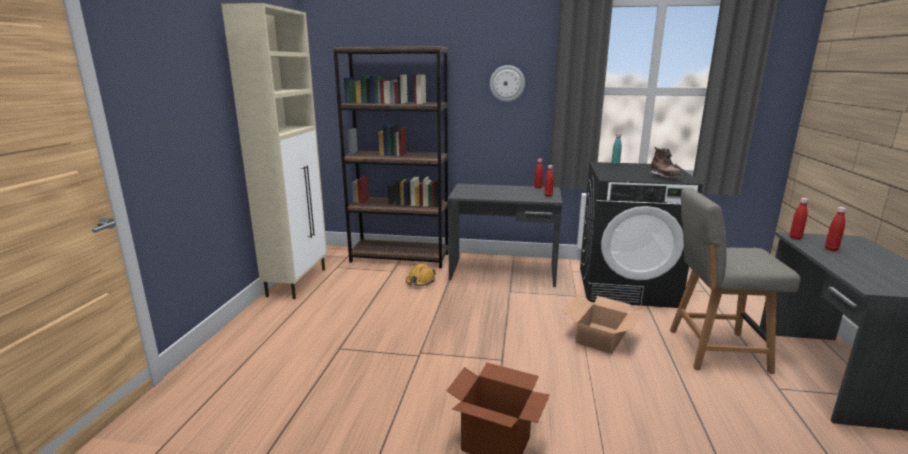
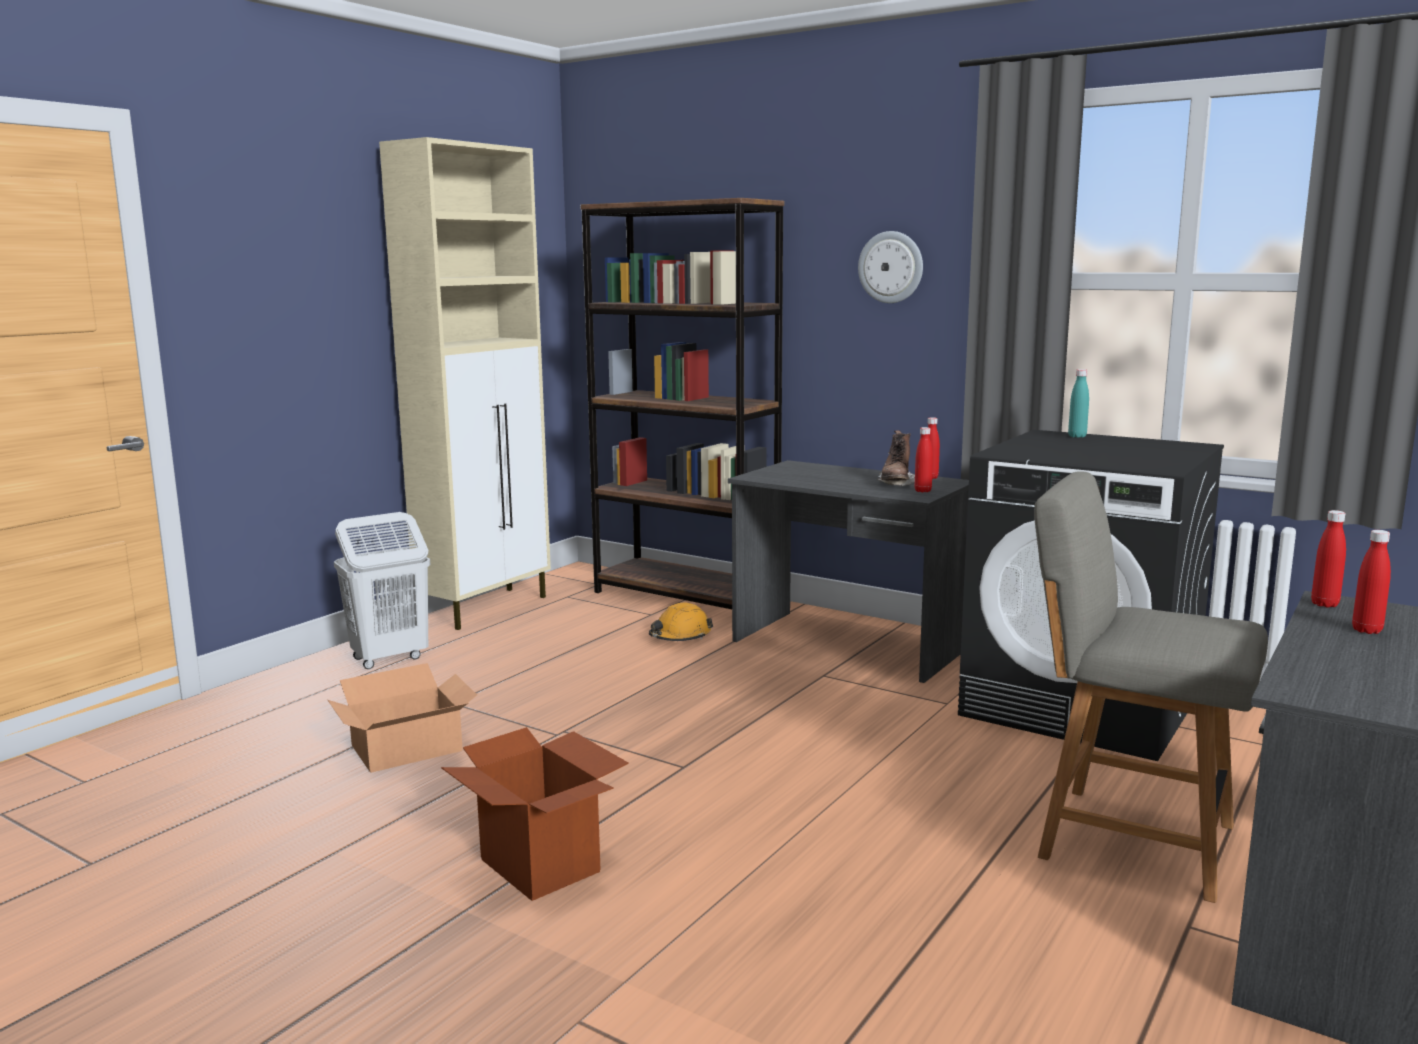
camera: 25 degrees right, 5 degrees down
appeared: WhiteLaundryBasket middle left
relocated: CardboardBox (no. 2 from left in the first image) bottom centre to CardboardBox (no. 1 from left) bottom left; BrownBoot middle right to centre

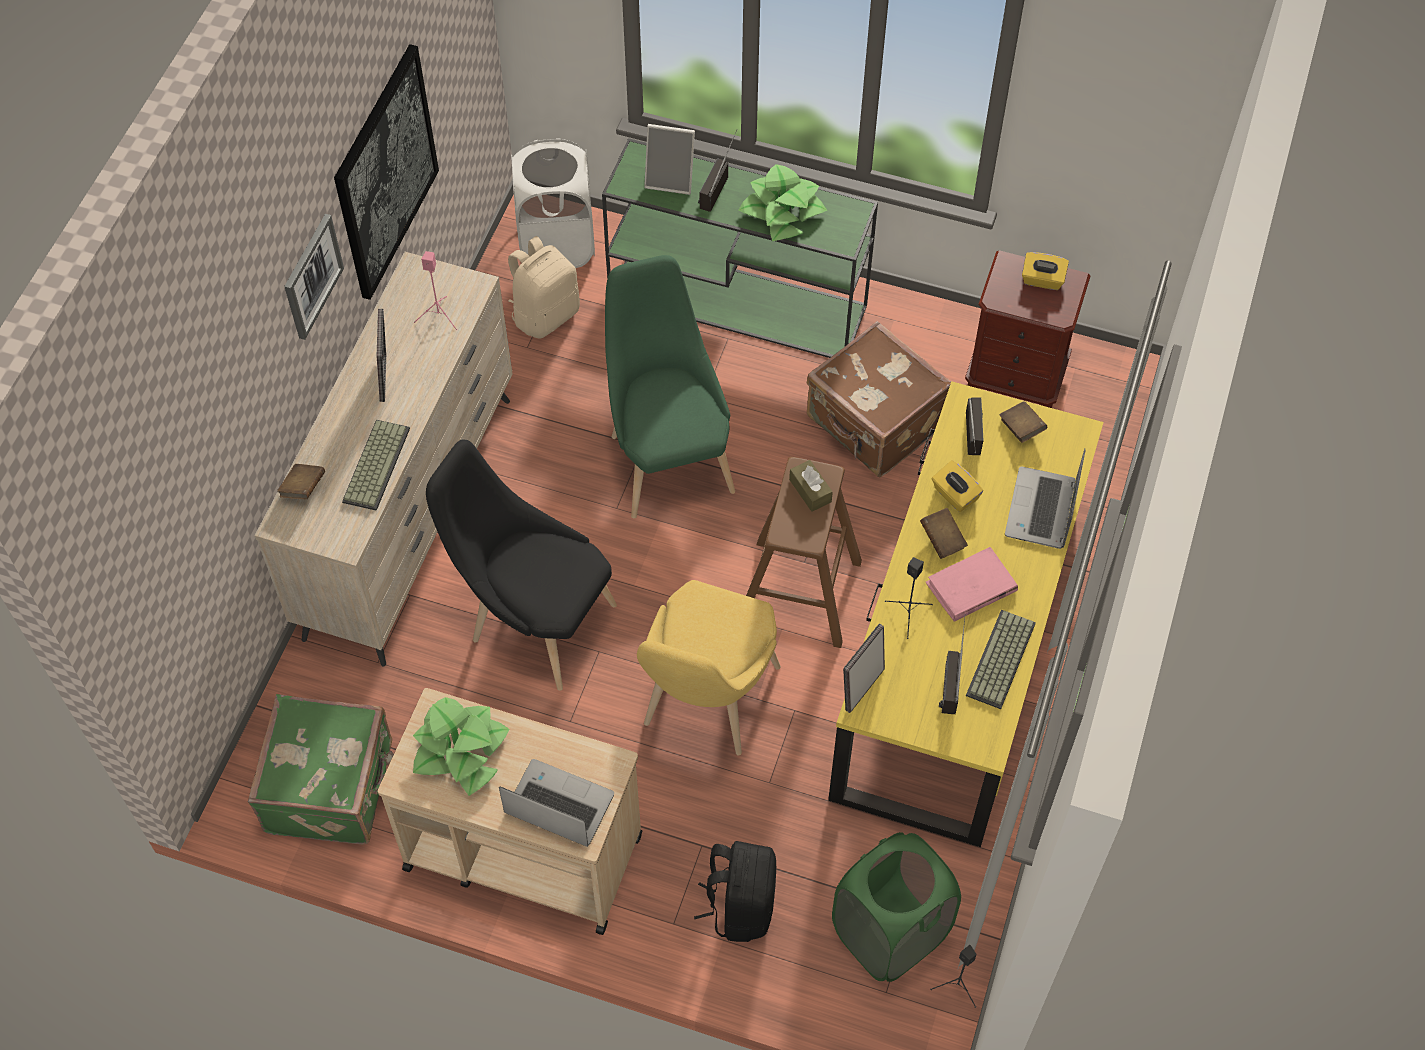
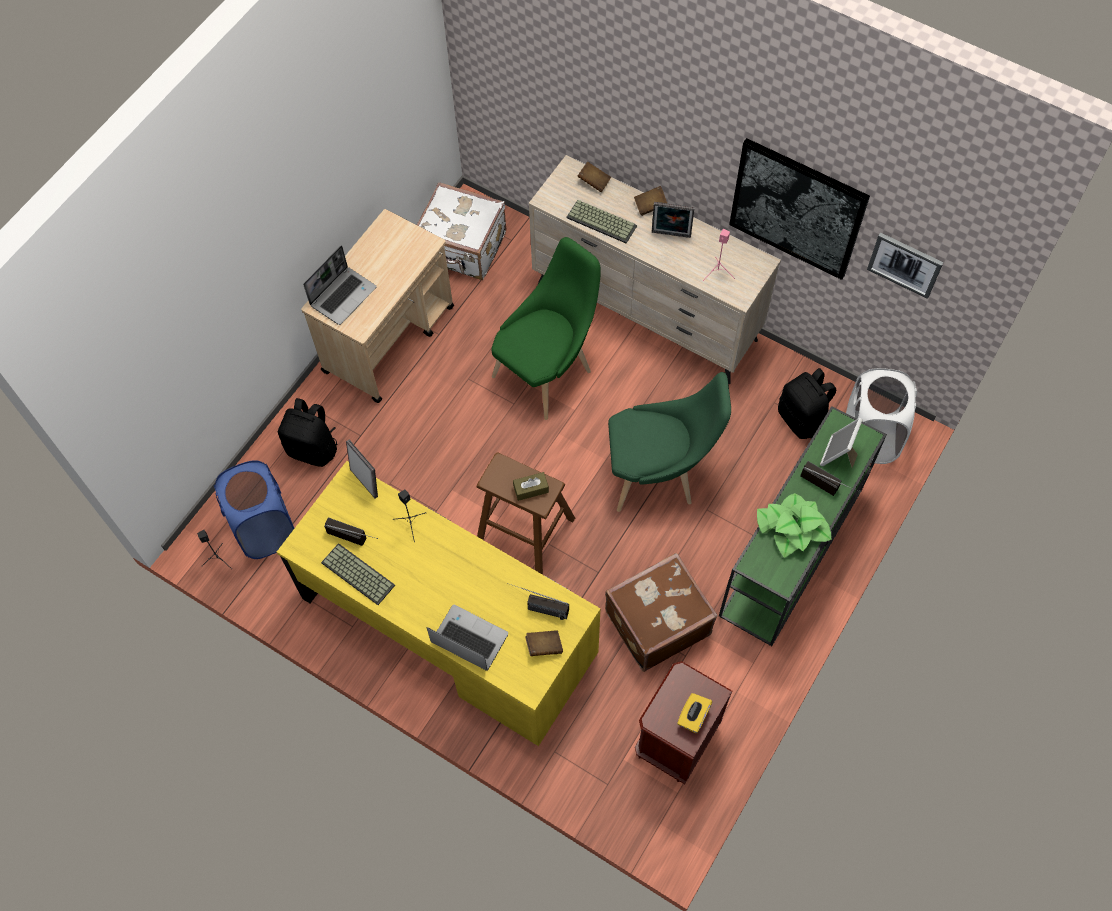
camera: 105 degrees right, 5 degrees up
missing: PottedPlant (no. 1 from left) bottom left; YellowChair centre; PinkBook middle right; YellowTissueBox (no. 1 from left) middle right
relocated: Picture (no. 1 from left in the first image) top left to Picture (no. 2 from left) top right; BrownBook (no. 2 from left in the first image) centre to BrownBook (no. 3 from left) top centre
colour: GreenSuitcase bottom left to WhiteSuitcase top centre; BlackChair centre to GreenChair (no. 1 from left) centre; BeigeBackpack top centre to BlackBackpack (no. 2 from left) middle right; GreenLaundryBasket bottom centre to BlueLaundryBasket middle left

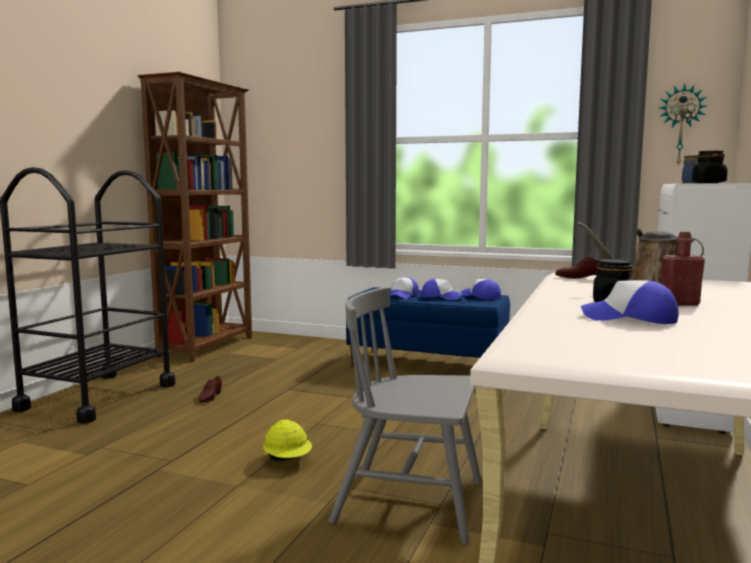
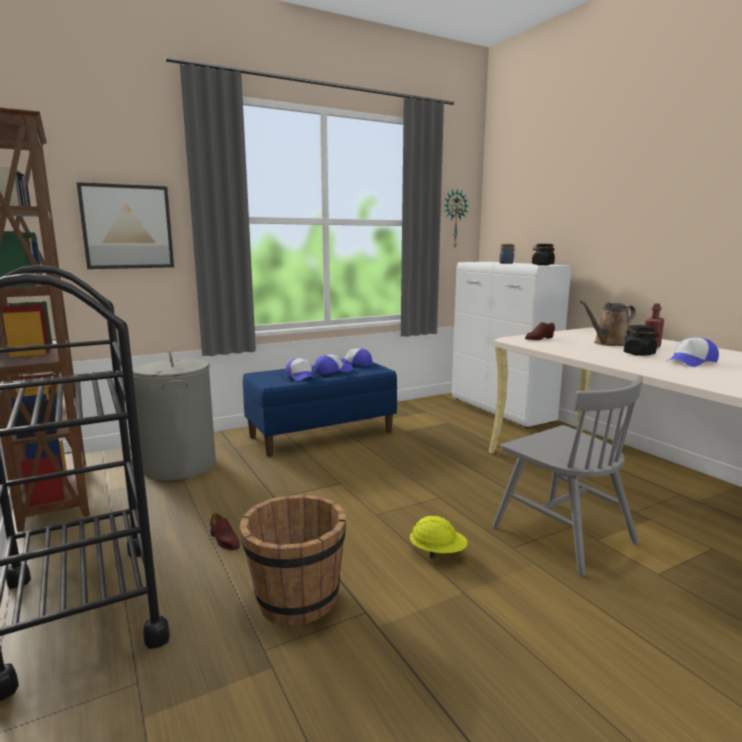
camera: 50 degrees left, 5 degrees up
appeared: Picture top left; GreyLaundryBasket middle left; BrownBucket bottom centre
spun: GreyChair bottom centre = middle right 90 degrees counterclockwise

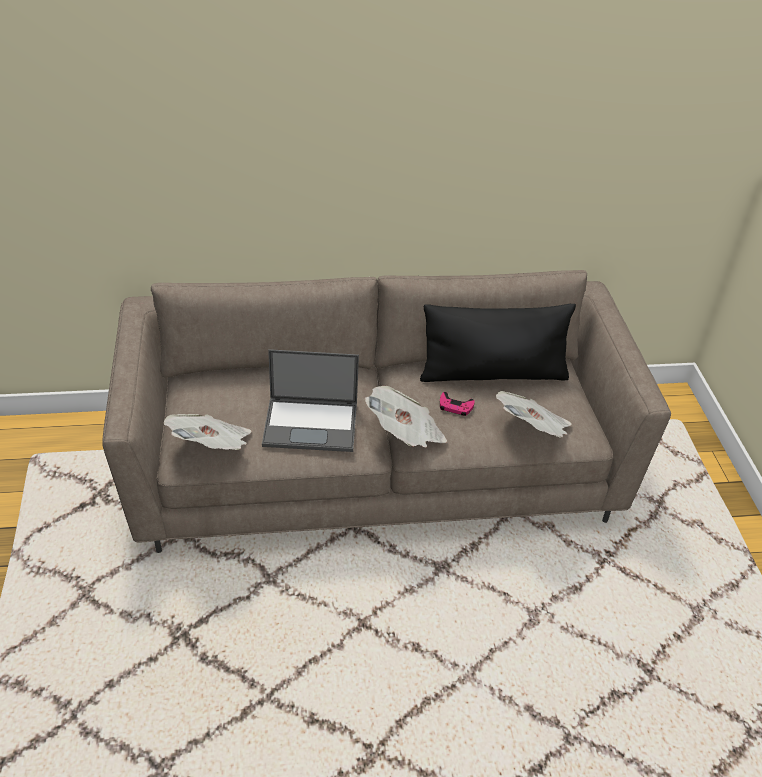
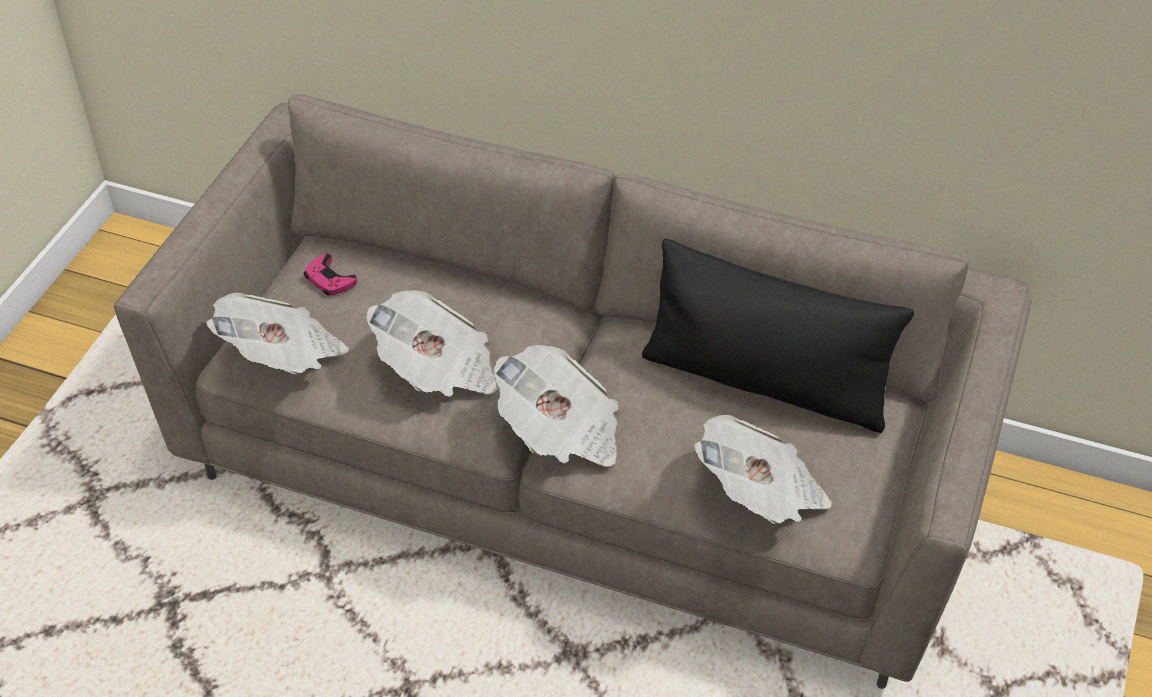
camera: 30 degrees right, 5 degrees up
relocated: PinkGameController centre to middle left
exchanged: Laptop centre to Newspaper (no. 2 from left) centre

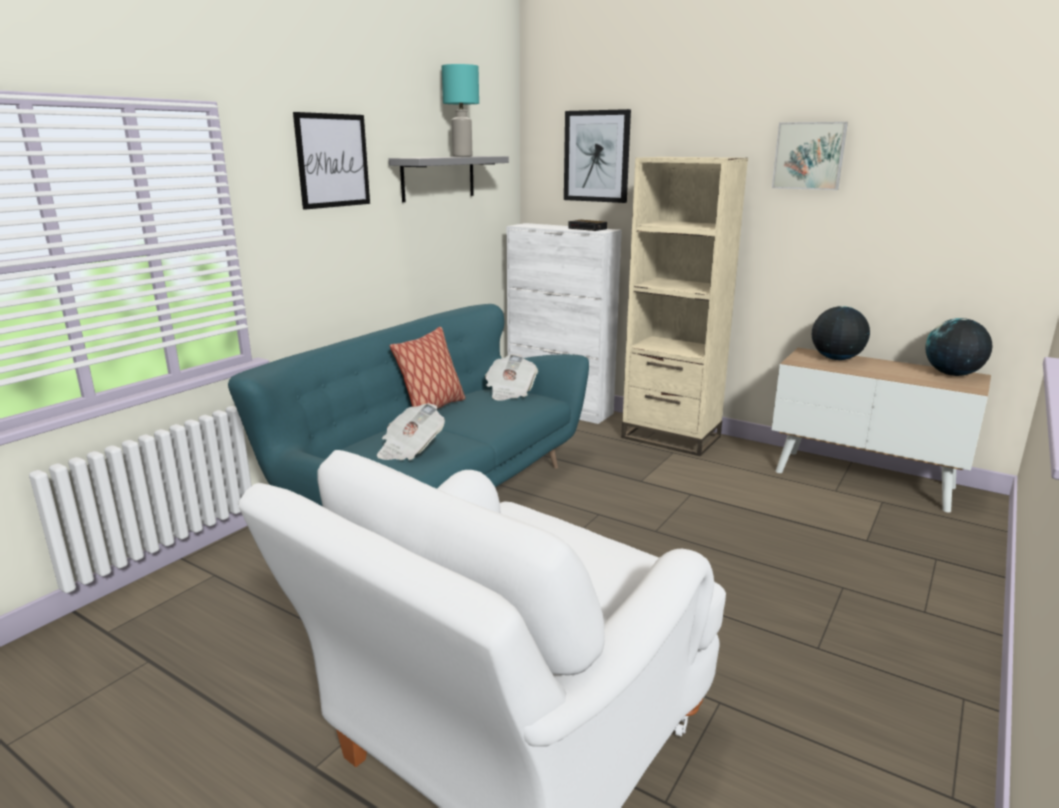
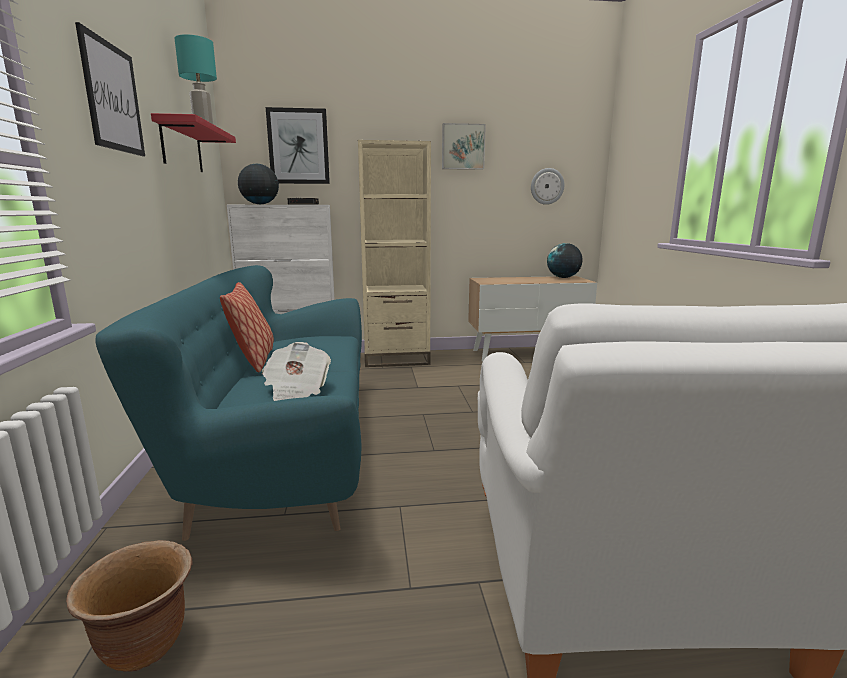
camera: 40 degrees left, 5 degrees down
missing: Newspaper (no. 2 from left) centre
appeared: BrownPlanter bottom left; WallClock top centre
relocated: Globe (no. 1 from left) middle right to top left
colour: GreyShelf top centre to RedShelf top left

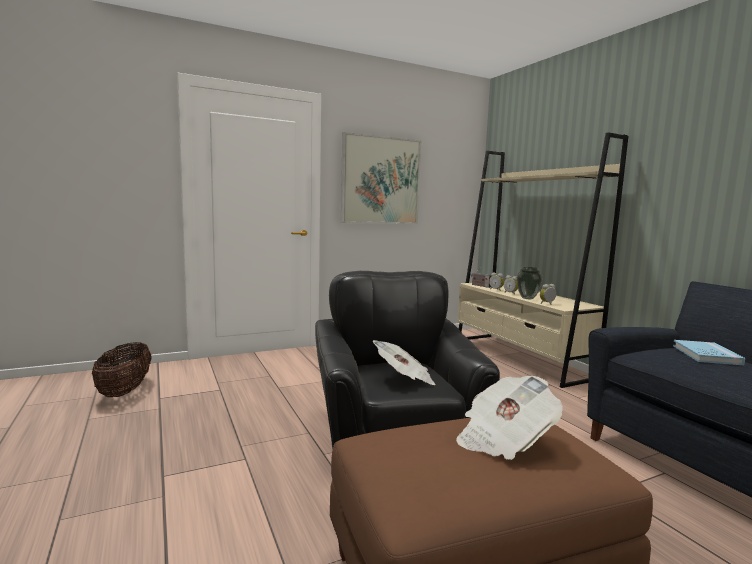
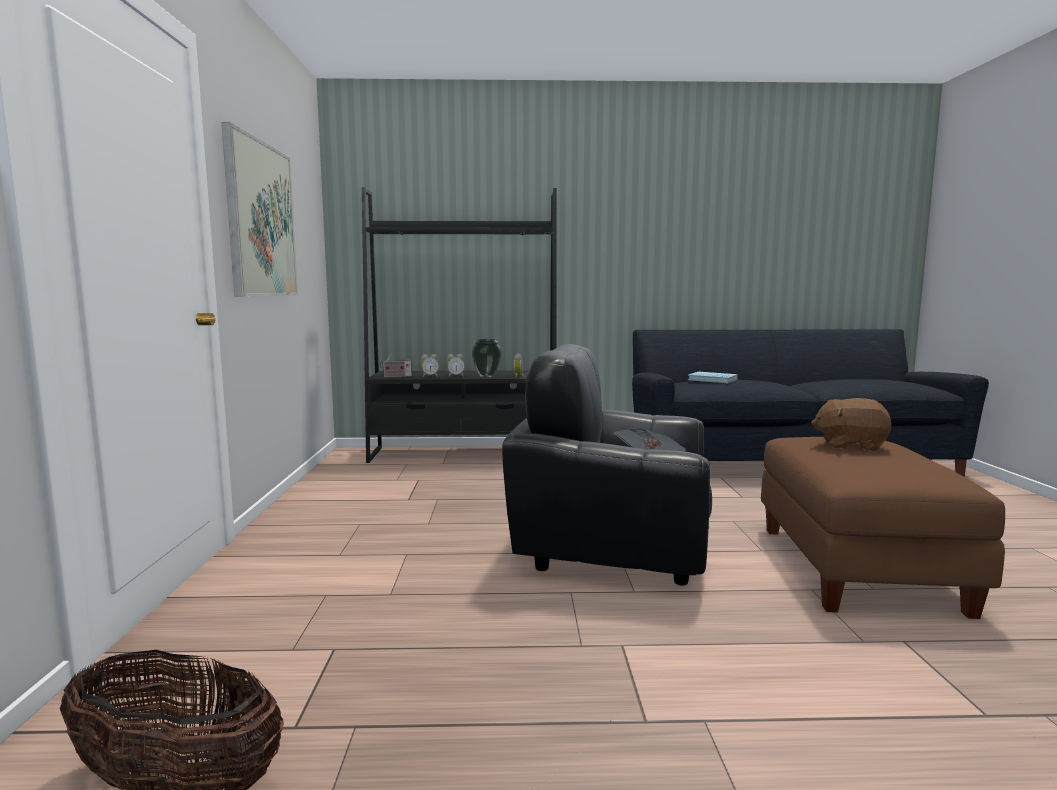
camera: 65 degrees left, 0 degrees up
exchanged: Newspaper (no. 2 from left) bottom right to BrownPlushToy middle right
colour: BeigeBookcase middle right to BlackBookcase centre

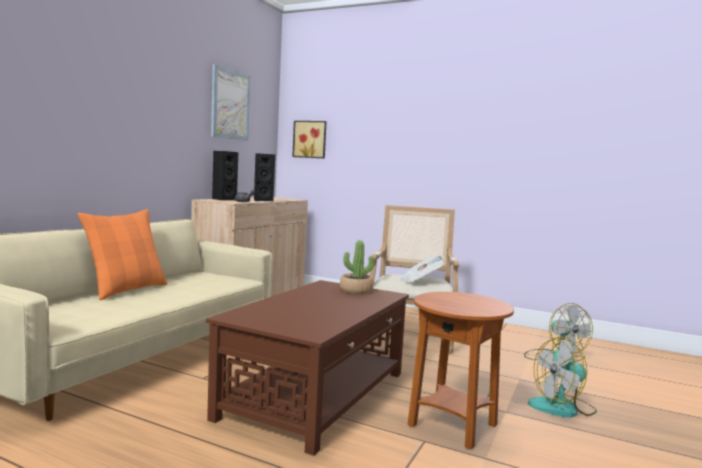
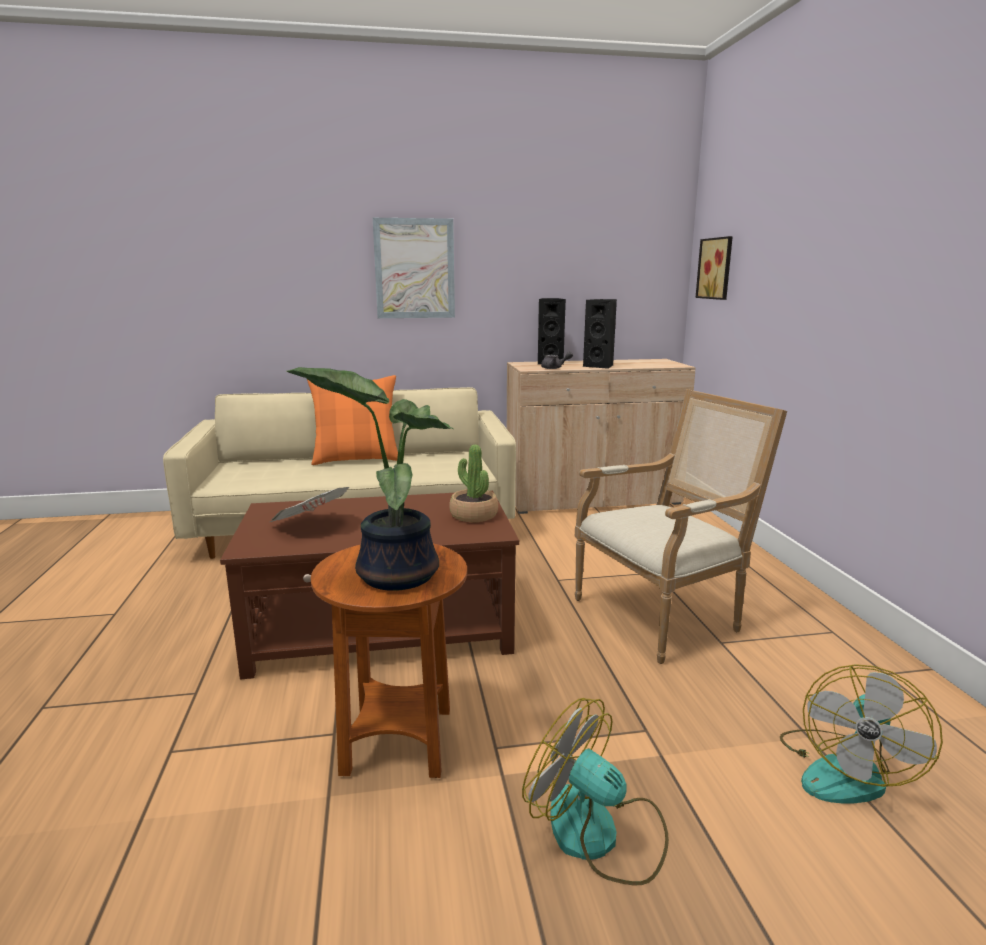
camera: 55 degrees right, 10 degrees up
appeared: PottedPlant (no. 1 from left) centre
relocated: Picture (no. 1 from left) top left to top centre; Newspaper centre to middle left

